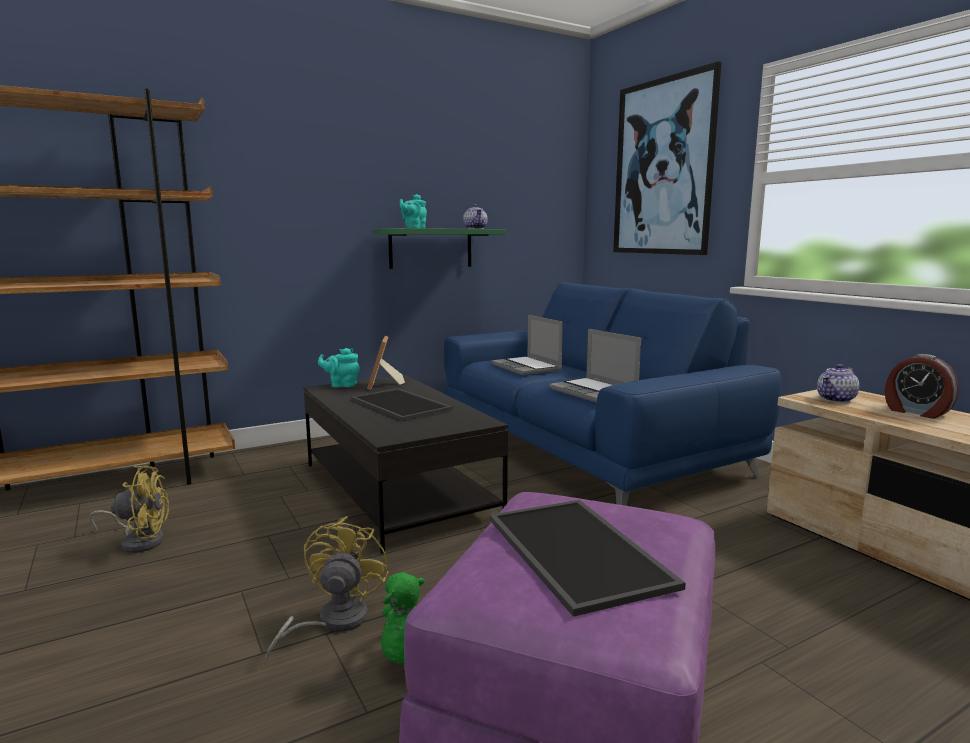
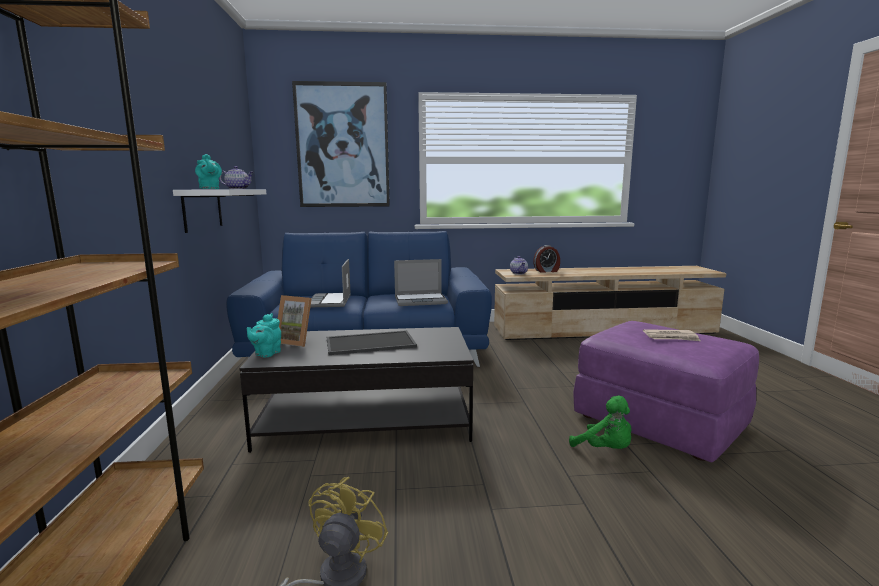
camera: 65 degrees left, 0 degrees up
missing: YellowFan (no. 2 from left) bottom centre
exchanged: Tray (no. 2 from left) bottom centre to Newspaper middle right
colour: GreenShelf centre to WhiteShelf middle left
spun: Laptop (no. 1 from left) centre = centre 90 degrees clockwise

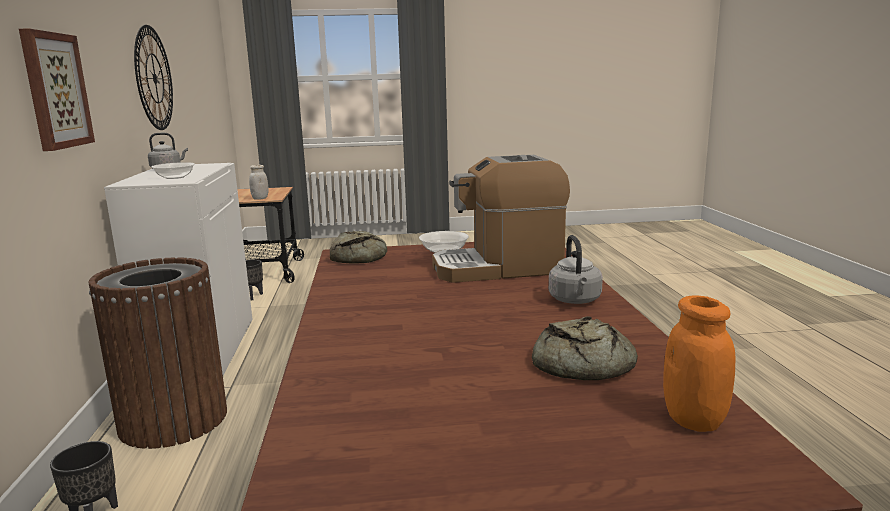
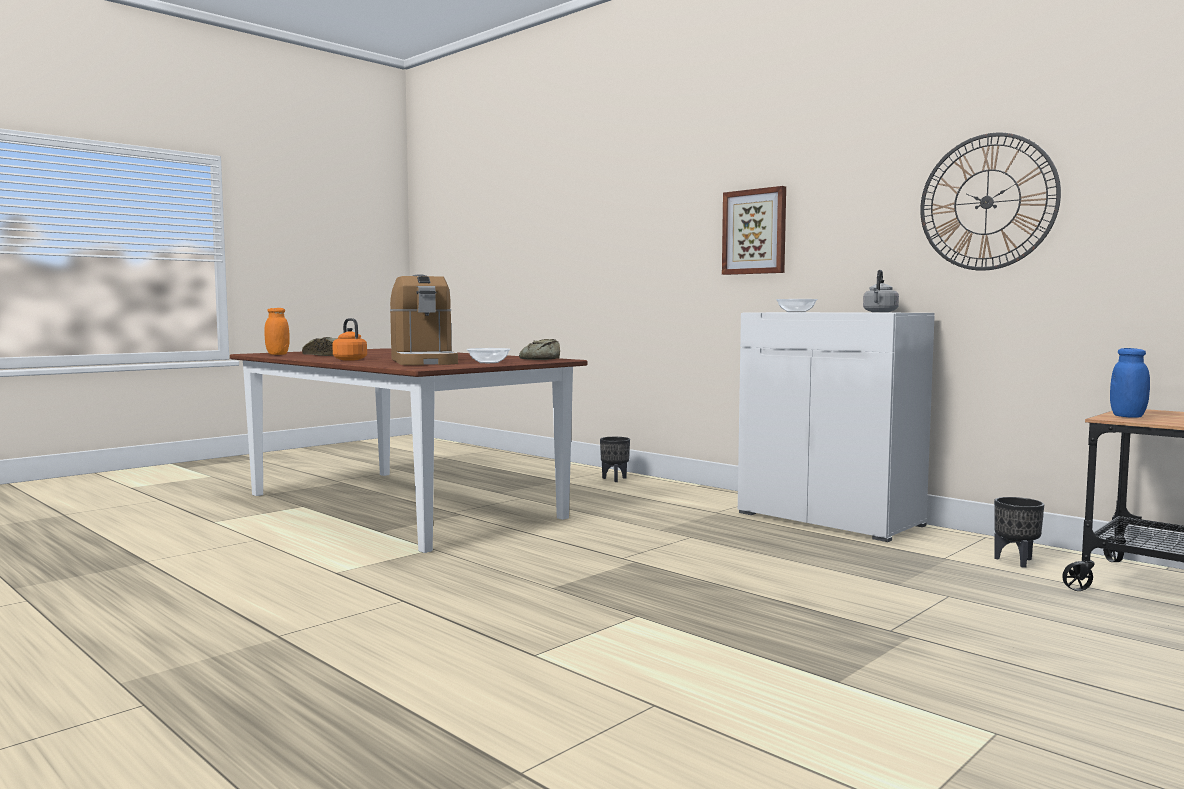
camera: 140 degrees right, 10 degrees down
missing: BrownTrashCan bottom left
colour: WhiteJar middle left to BlueJar middle right; GreyKettle (no. 2 from left) centre to OrangeKettle middle left
spun: CoffeeMachine centre = centre 120 degrees clockwise

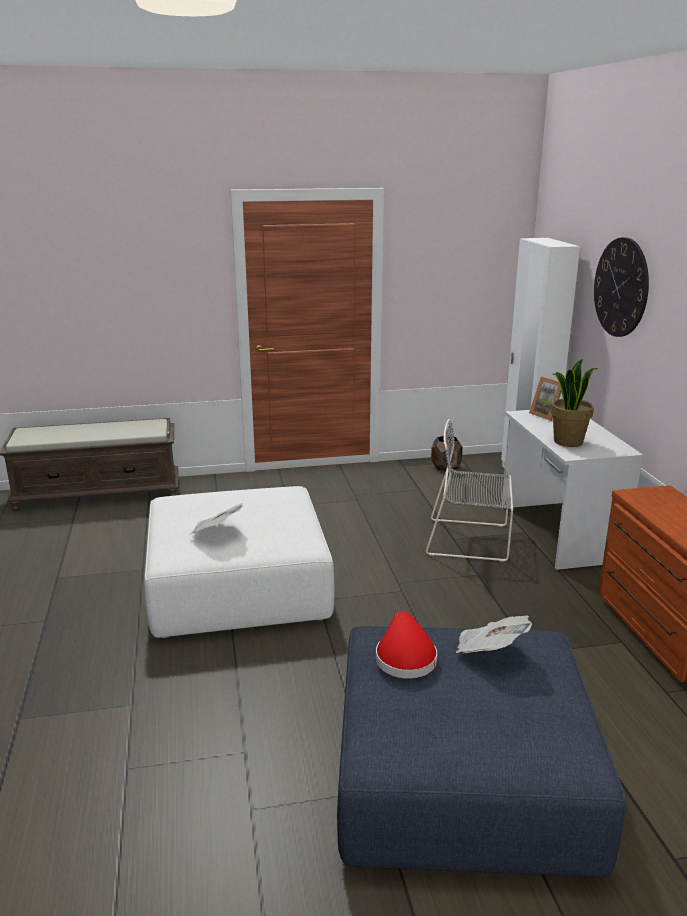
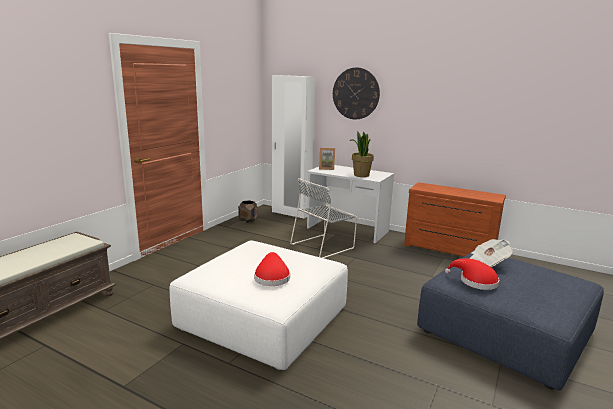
camera: 50 degrees left, 5 degrees down
exchanged: Newspaper (no. 1 from left) middle left to RedHat (no. 1 from left) centre

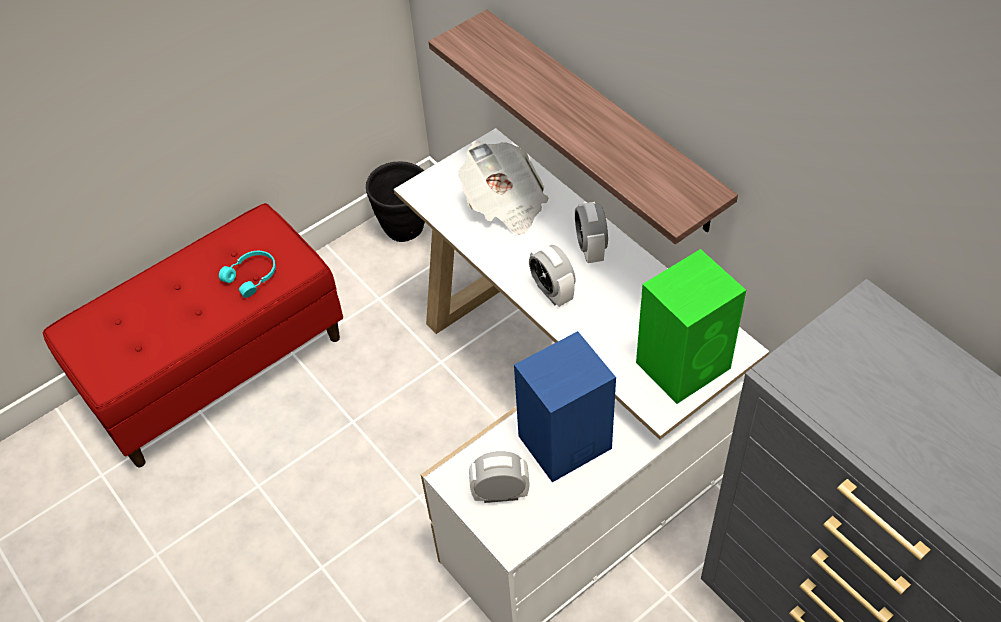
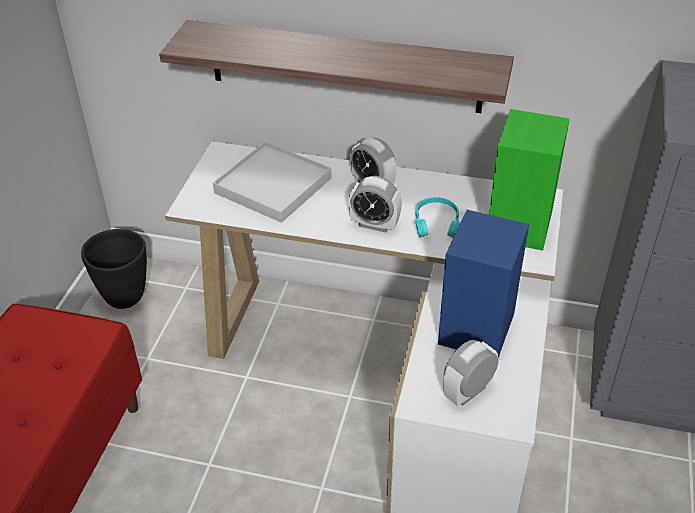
camera: 40 degrees left, 10 degrees down
relocated: TurquoiseHeadphones middle left to centre
exchanged: Newspaper top centre to WhiteTray centre

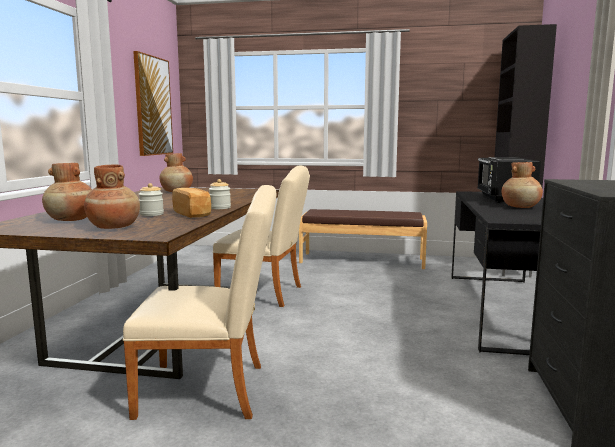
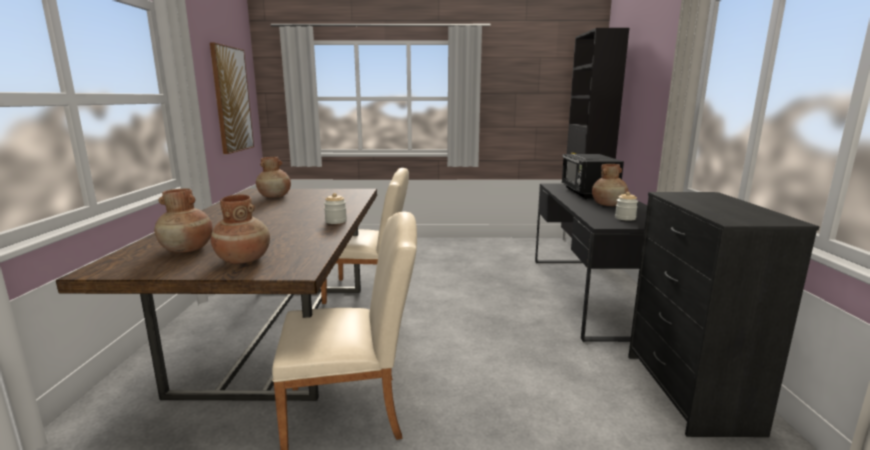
camera: 10 degrees left, 5 degrees up
missing: Bread middle left; BrownBench centre
relocated: Jar (no. 1 from left in the first image) middle left to Jar (no. 2 from left) middle right

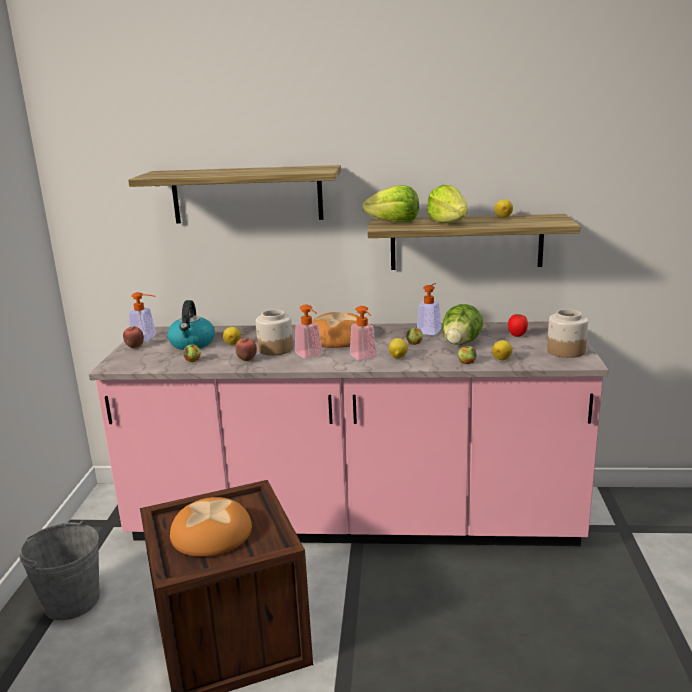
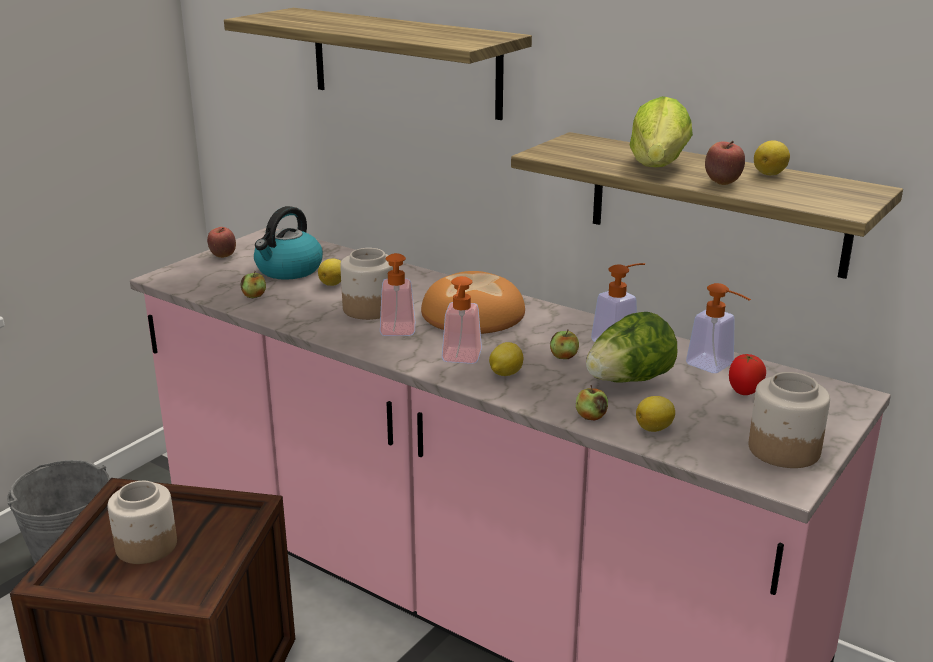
camera: 30 degrees right, 5 degrees up
missing: Lettuce (no. 1 from left) top centre
relocated: SoapDispenser (no. 1 from left in the first image) middle left to SoapDispenser (no. 4 from left) middle right; Apple (no. 3 from left in the first image) centre to Apple (no. 5 from left) top right
exchanged: Bread (no. 1 from left) bottom left to Jar (no. 1 from left) bottom left

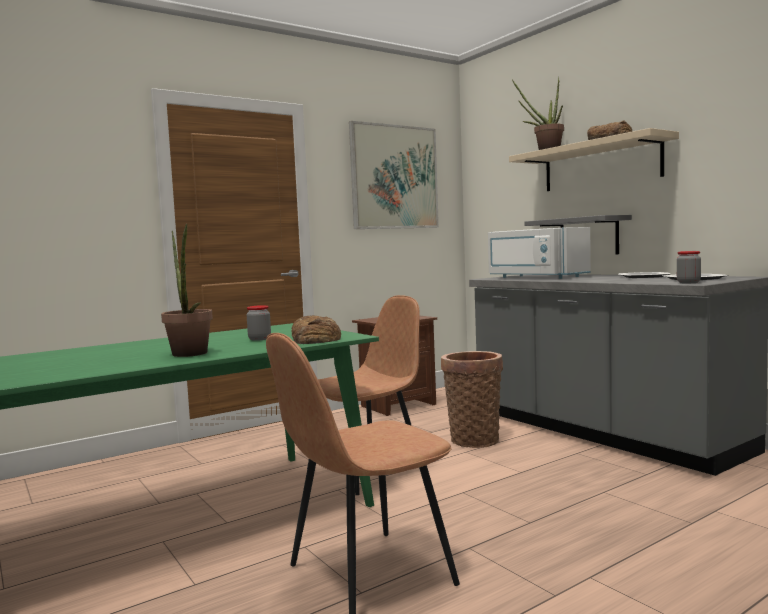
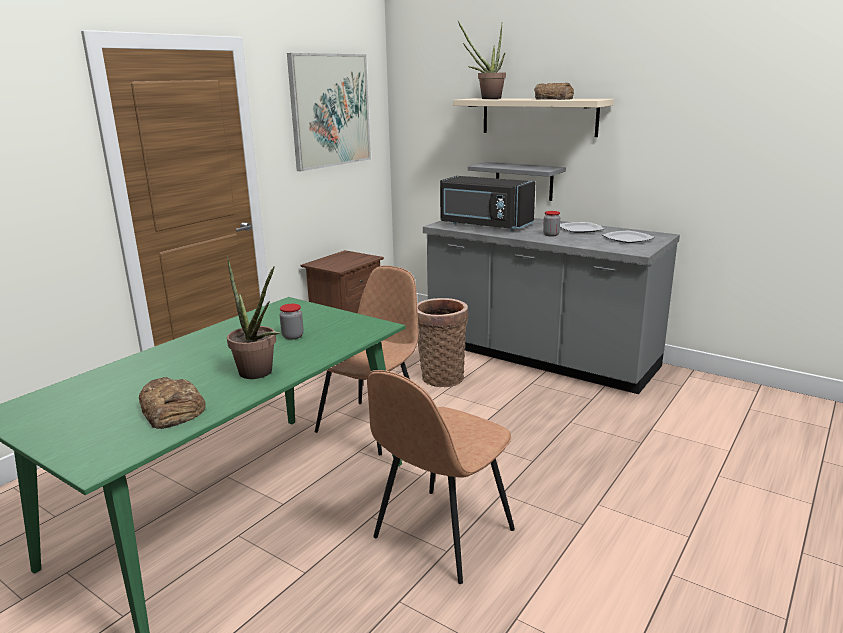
camera: 20 degrees left, 15 degrees up
relocated: Bread (no. 1 from left) centre to middle left; Jar (no. 2 from left) middle right to centre
colour: WhiteMicrowave middle right to BlackMicrowave top centre

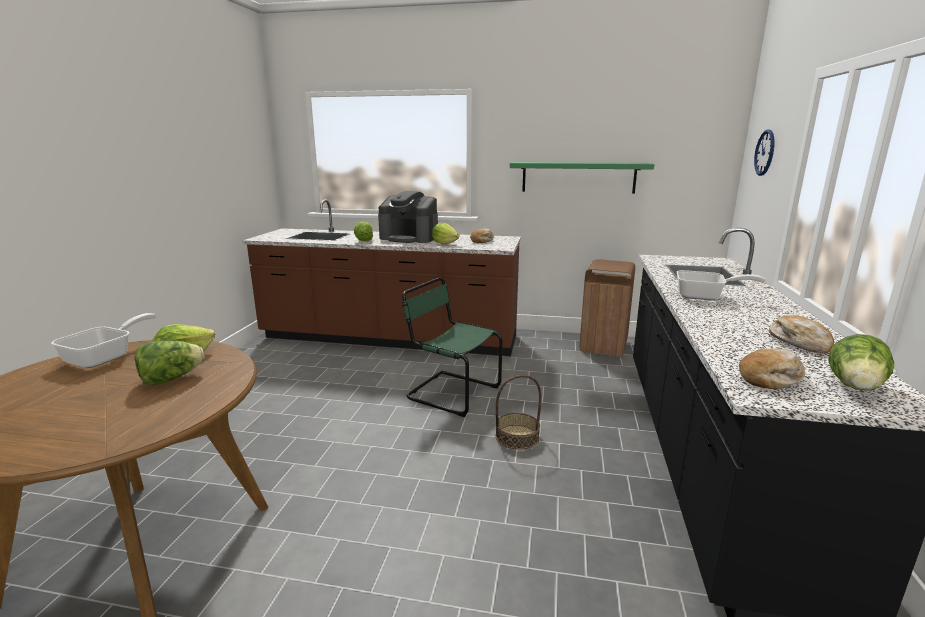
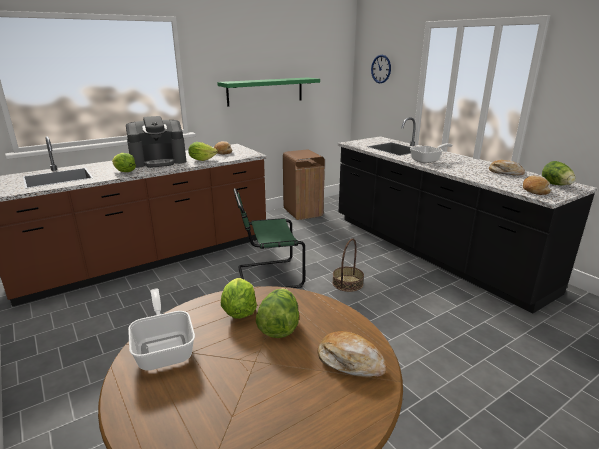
camera: 45 degrees left, 5 degrees up
appeared: Bread (no. 2 from left) bottom centre

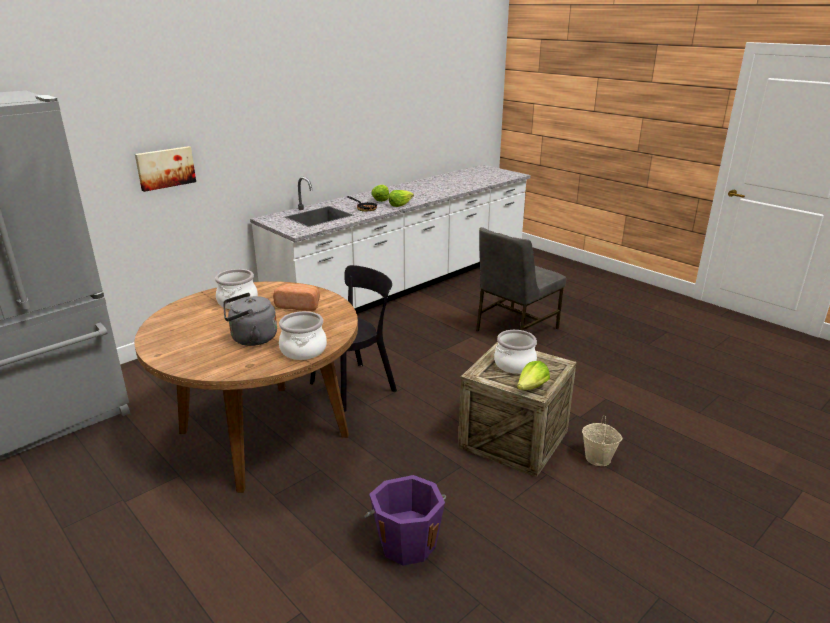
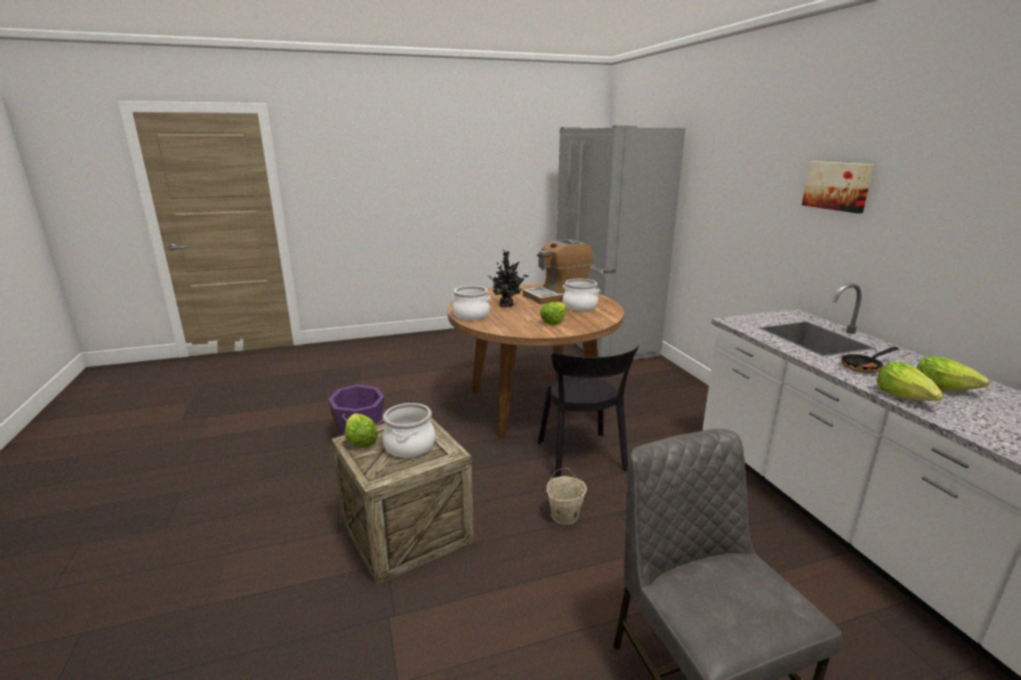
camera: 115 degrees right, 5 degrees down
appeared: CoffeeMachine centre
relocated: Picture top left to top right; BeigeBucket bottom right to bottom centre
exchanged: GreyKettle middle left to PottedPlant centre; Bread centre to Lettuce (no. 2 from left) centre

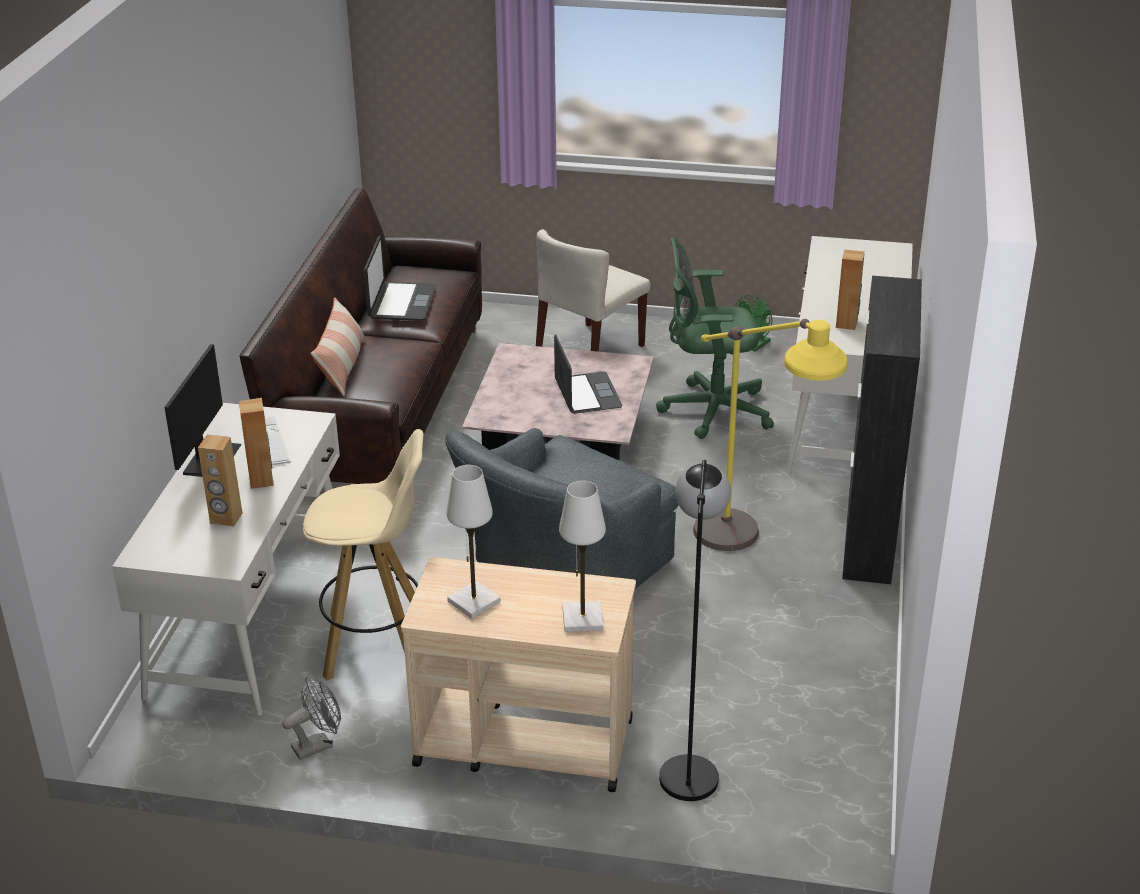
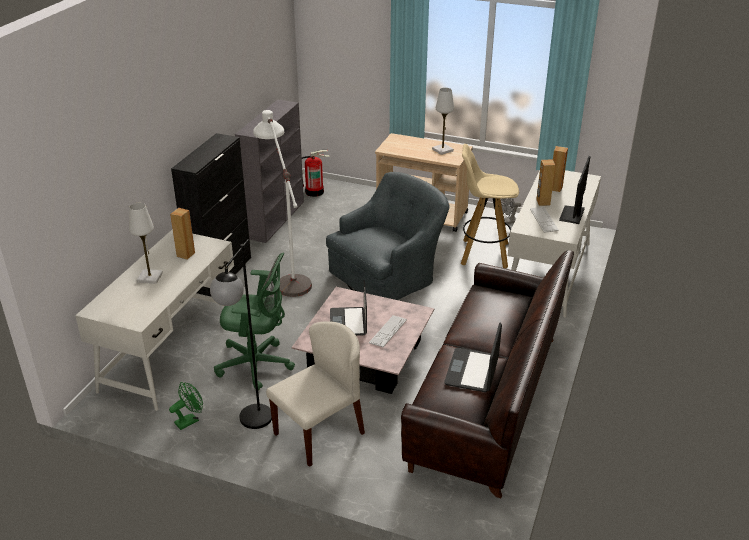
camera: 170 degrees left, 0 degrees up
missing: Pillow middle left
appeared: GreyBookcase top centre; FireExtinguisher top centre; Keyboard (no. 1 from left) centre
relocated: WhiteTableLamp (no. 2 from left in the first image) centre to WhiteTableLamp (no. 1 from left) middle left; BlackFloorLamp bottom centre to middle left
colour: YellowFloorLamp middle right to WhiteFloorLamp centre

